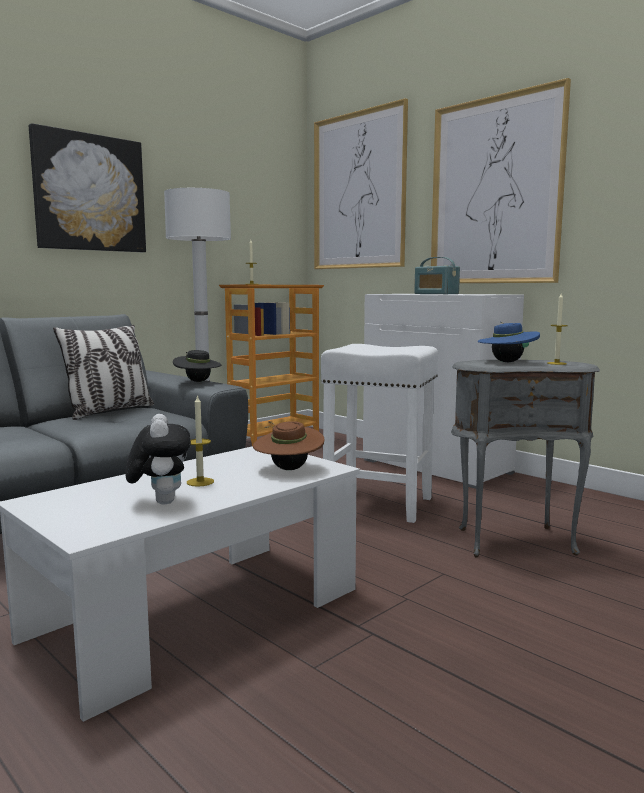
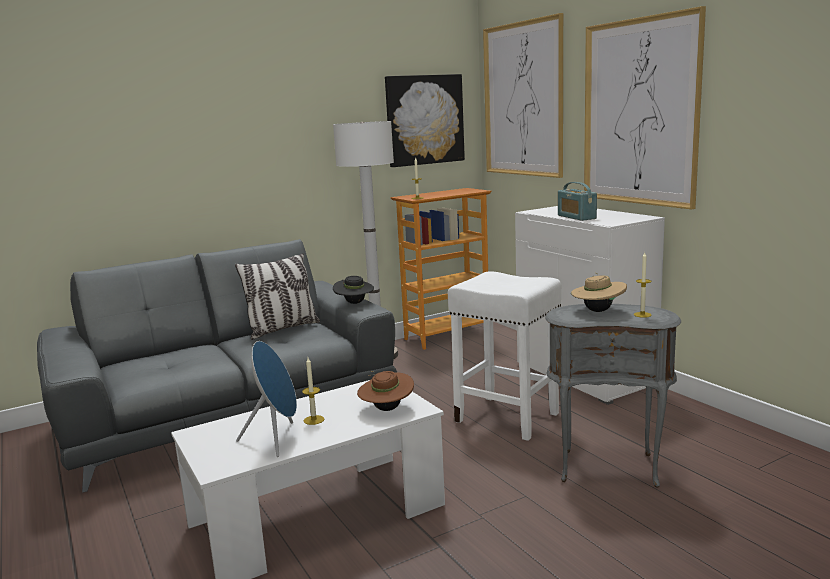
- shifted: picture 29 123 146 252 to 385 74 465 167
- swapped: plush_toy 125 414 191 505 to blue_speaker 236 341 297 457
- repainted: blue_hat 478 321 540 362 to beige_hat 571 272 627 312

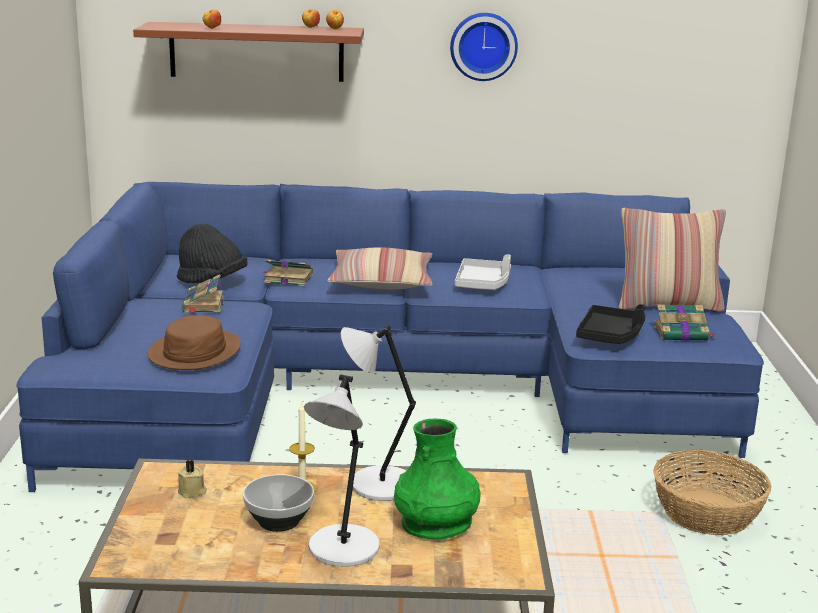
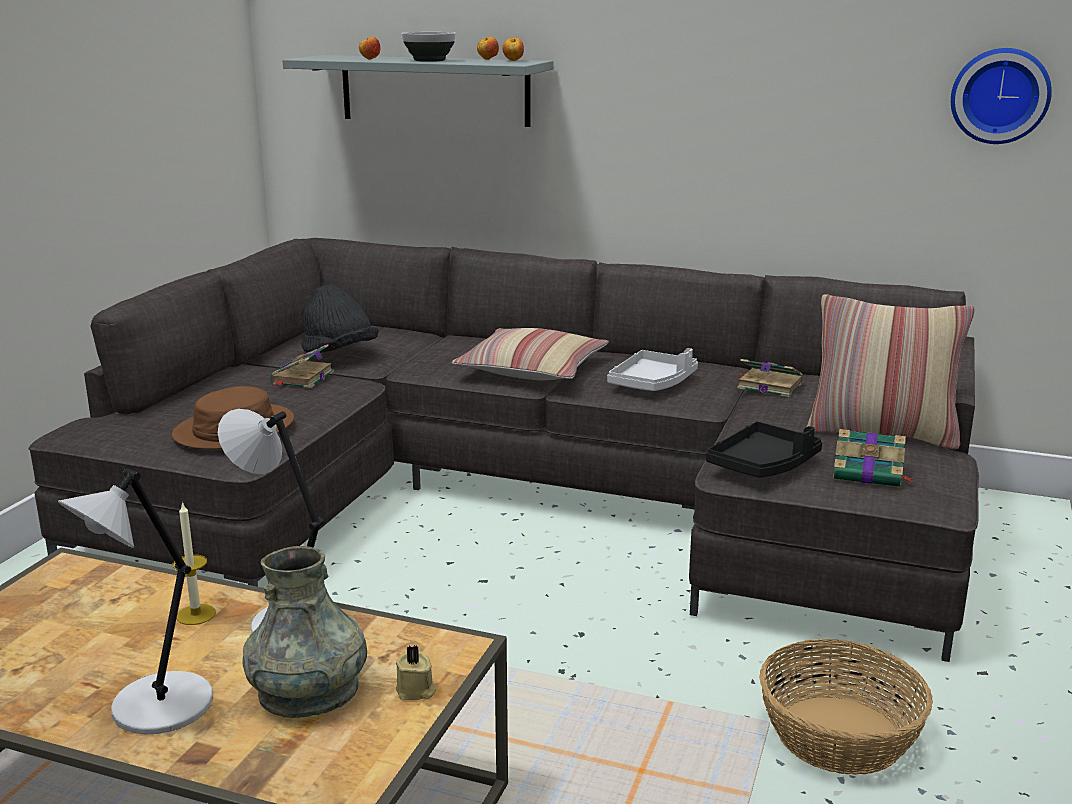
- repainted: blue_sofa 16 182 764 492 to grey_sofa 28 238 979 662
- repainted: brown_shelf 133 22 364 82 to grey_shelf 282 55 553 127
- shifted: beige_candle 178 460 207 498 to 396 645 436 700
- shifted: bowl 243 474 314 532 to 402 32 456 62
- shifted: book 263 259 313 286 to 737 359 802 397
- repainted: green_vase 394 419 481 540 to grey_vase 242 546 367 718
- shifted: wall_clock 450 13 518 81 to 951 48 1052 144

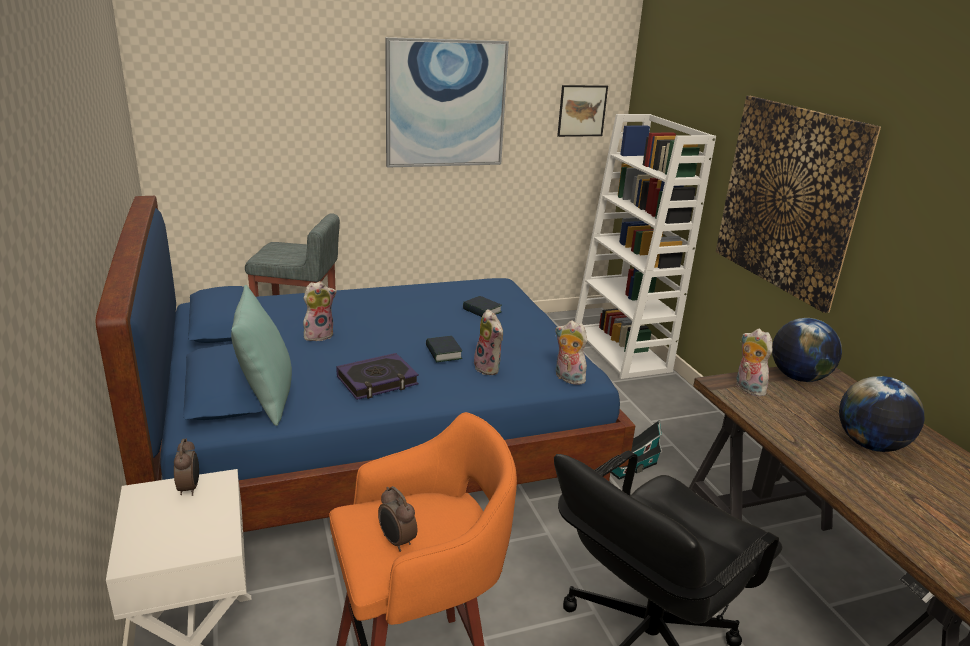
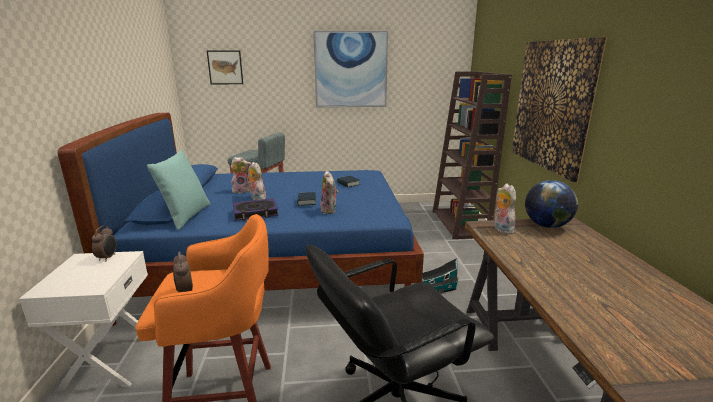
- shifted: plush_toy 555 320 587 385 to 248 162 266 200
- shifted: picture 557 85 608 137 to 206 50 243 84
- repainted: white_bookcase 575 114 716 379 to brown_bookcase 433 72 512 239
- gone: globe 839 376 924 452

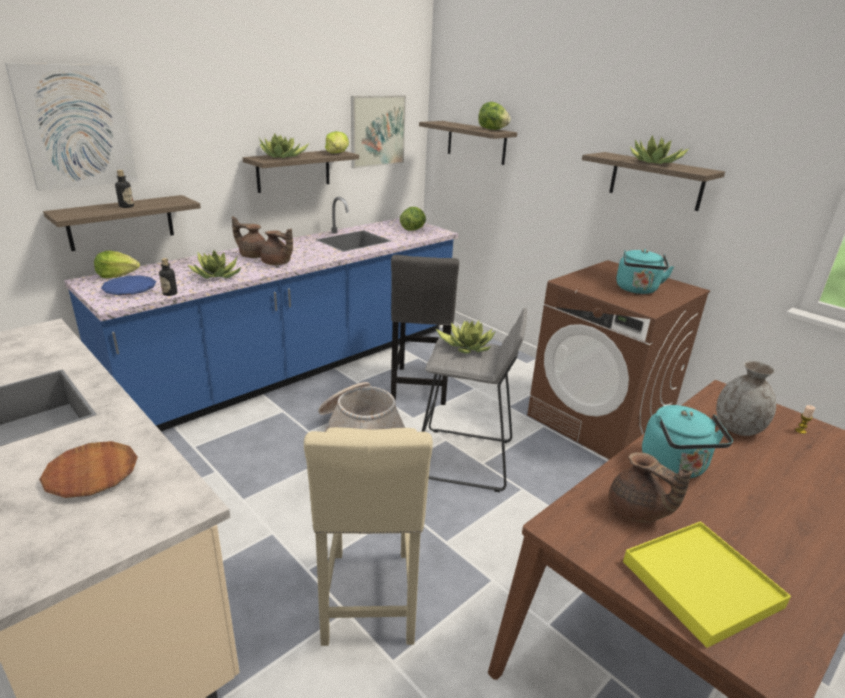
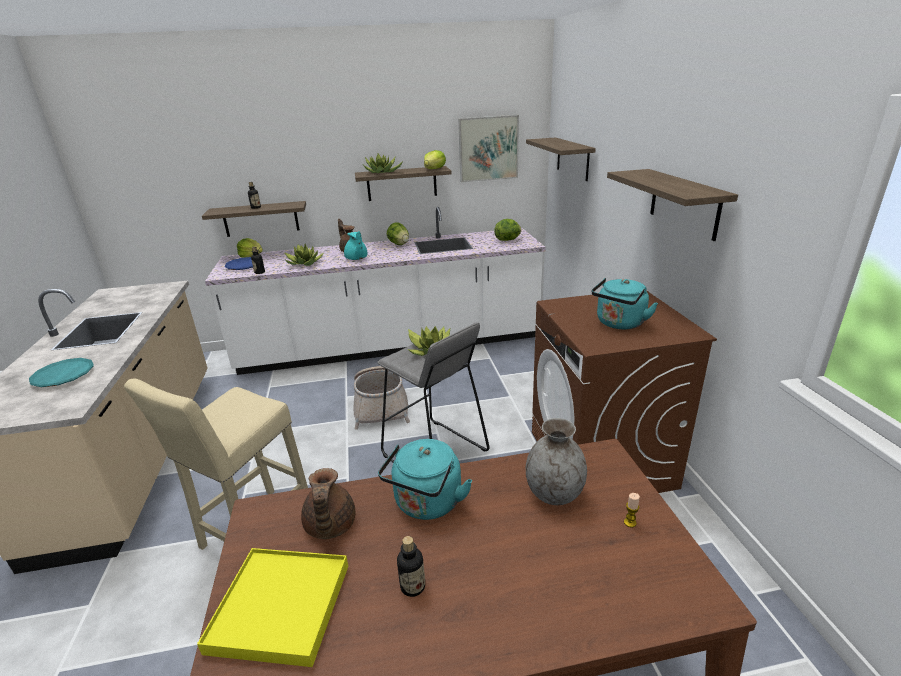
- gone: picture 5 63 138 191
- repainted: brown_plate 39 441 138 498 to turquoise_plate 29 358 94 387
- repainted: blue_counter 64 197 458 431 to white_counter 205 207 546 375
- repainted: brown_teapot 261 229 293 265 to turquoise_teapot 344 231 367 260
- gone: grey_stool 391 255 459 405
- shifted: lettuce 478 102 511 130 to 387 222 409 245
- gone: potted_plant 630 135 689 164
- new: bottle 397 536 425 597

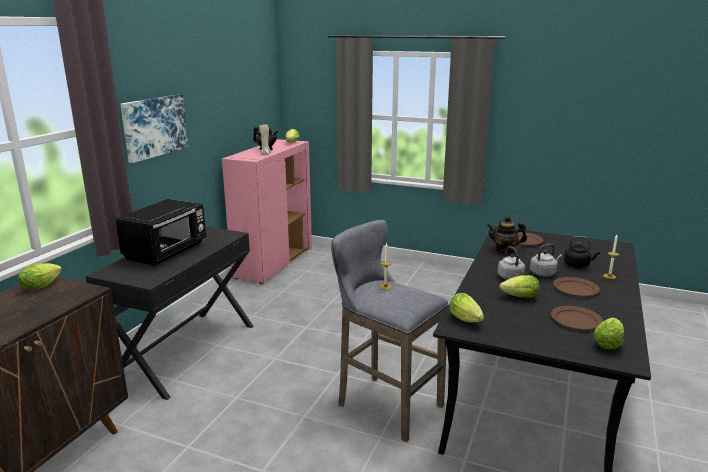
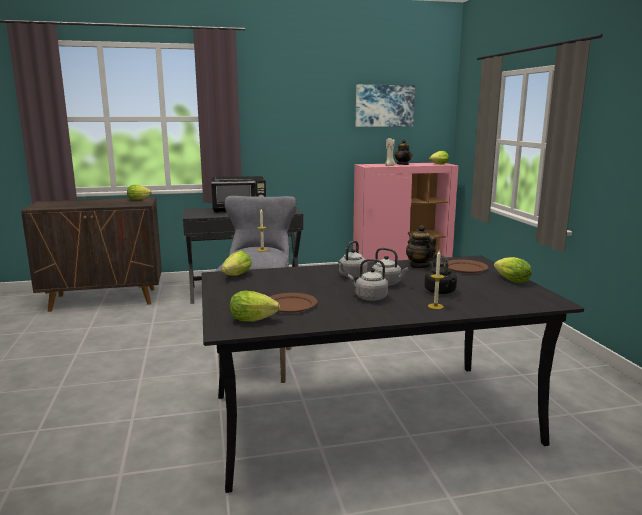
- shifted: picture 120 94 188 163 to 356 85 415 127
- shifted: lettuce 499 275 540 298 to 494 257 532 283
- swapped: brown_plate 553 277 600 296 to grey_kettle 348 259 388 301

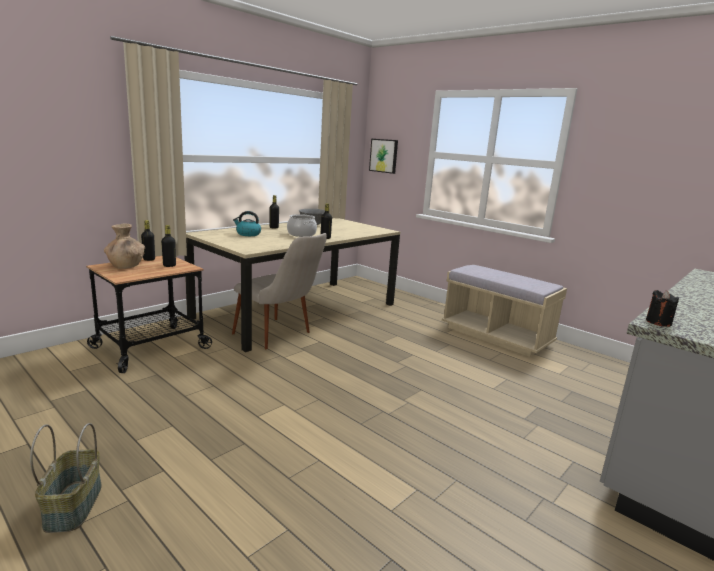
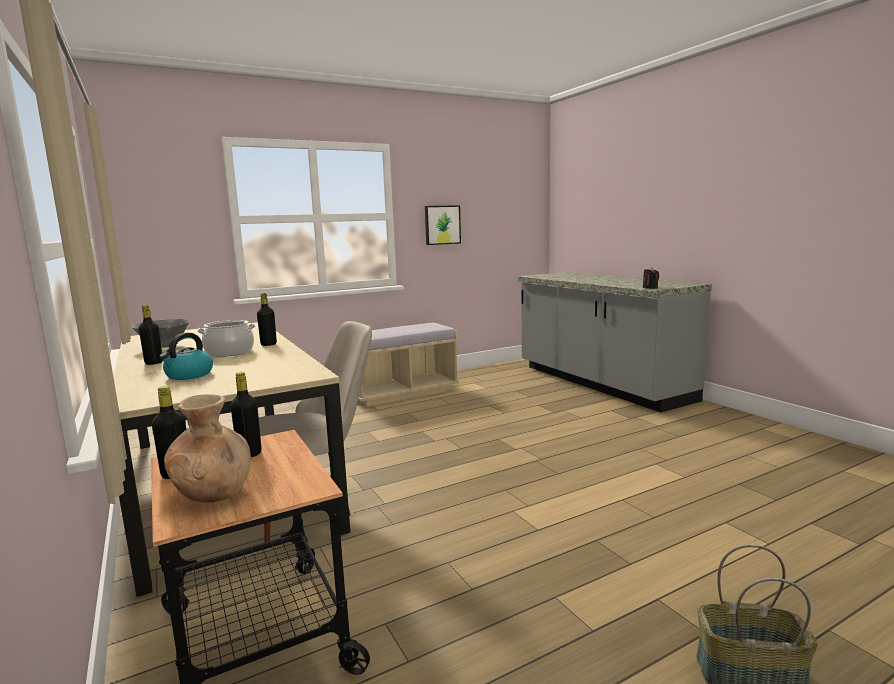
- shifted: picture 369 139 398 174 to 425 205 461 245

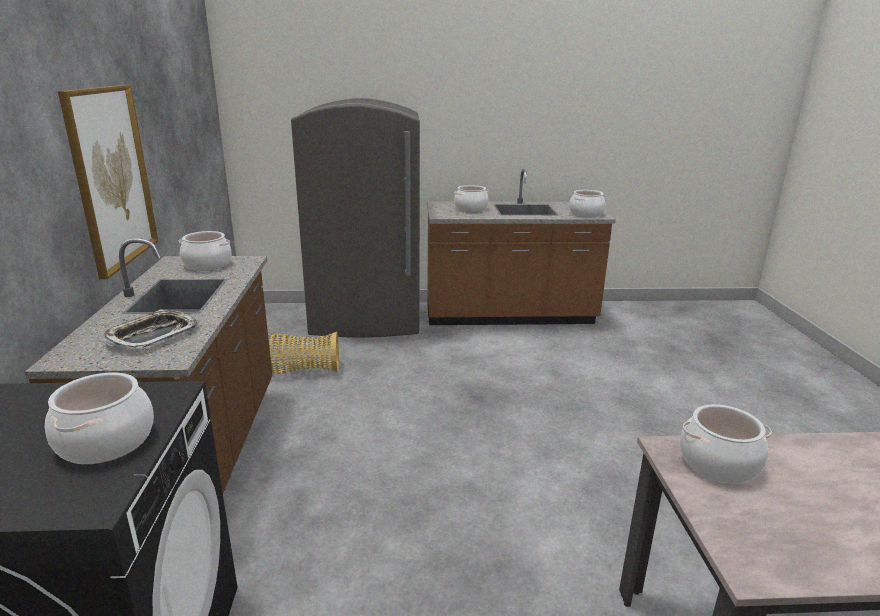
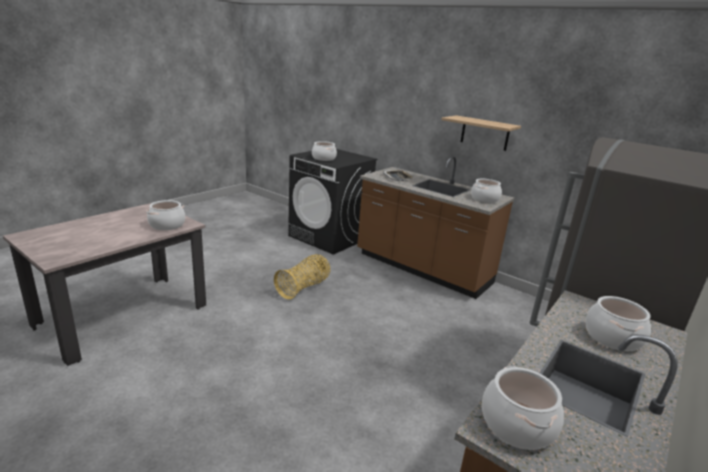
- swapped: picture 58 85 158 279 to shelf 442 115 521 151
- shifted: basket 268 332 339 374 to 274 254 330 300

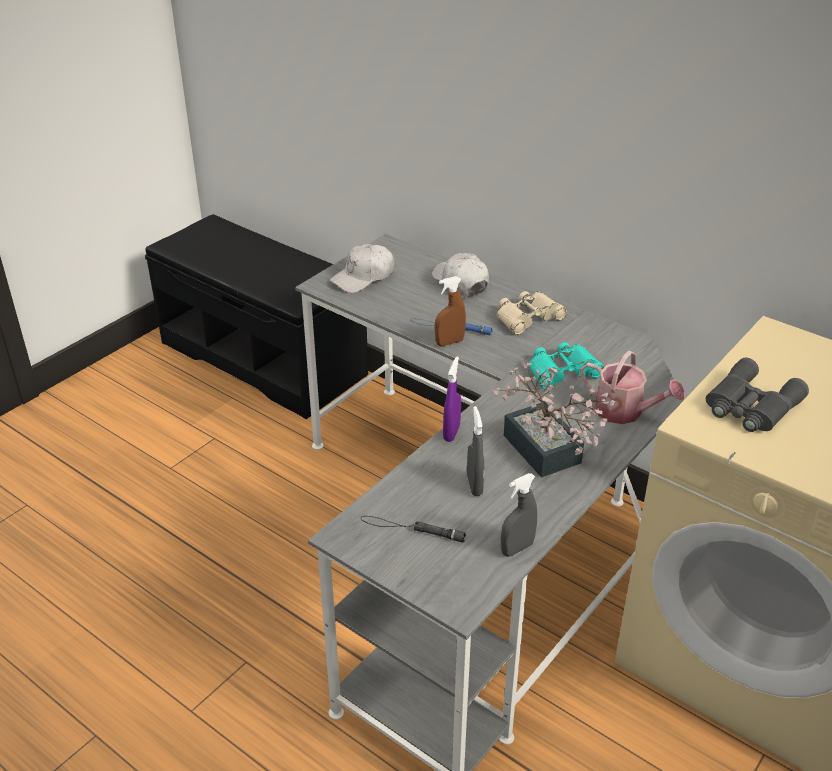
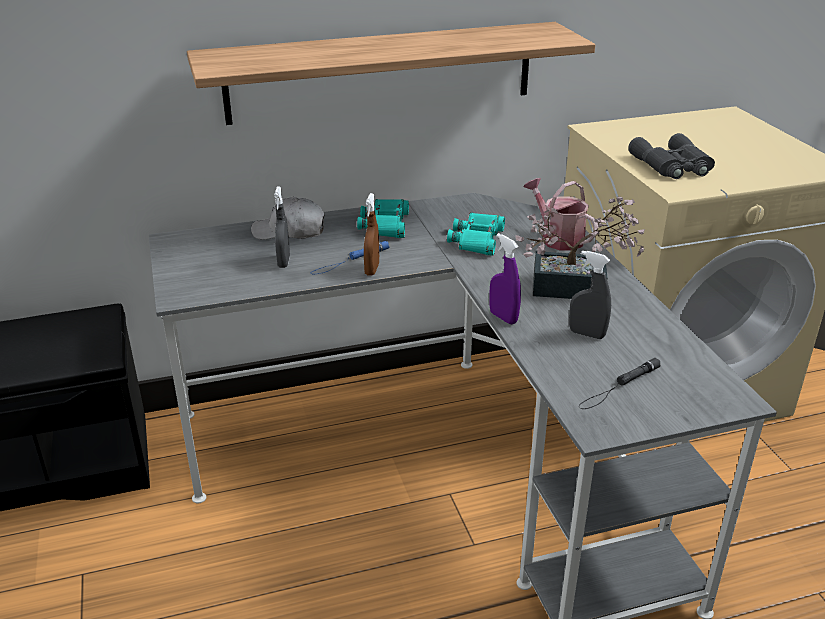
- gone: white_cap 330 244 394 293
- repainted: beige_binoculars 497 291 567 335 to turquoise_binoculars 357 199 409 238
- shifted: grey_spray_bottle 501 473 537 557 to 274 186 290 268
- rotated: watering_can 580 350 685 424 = 524 178 598 250 105 degrees counterclockwise
- new: shelf 187 22 595 125

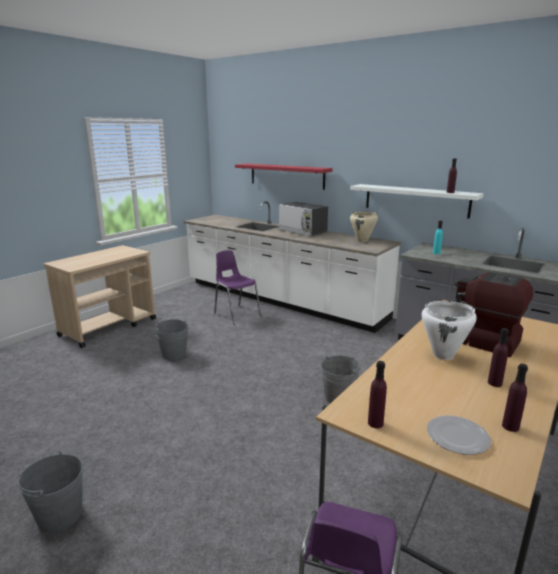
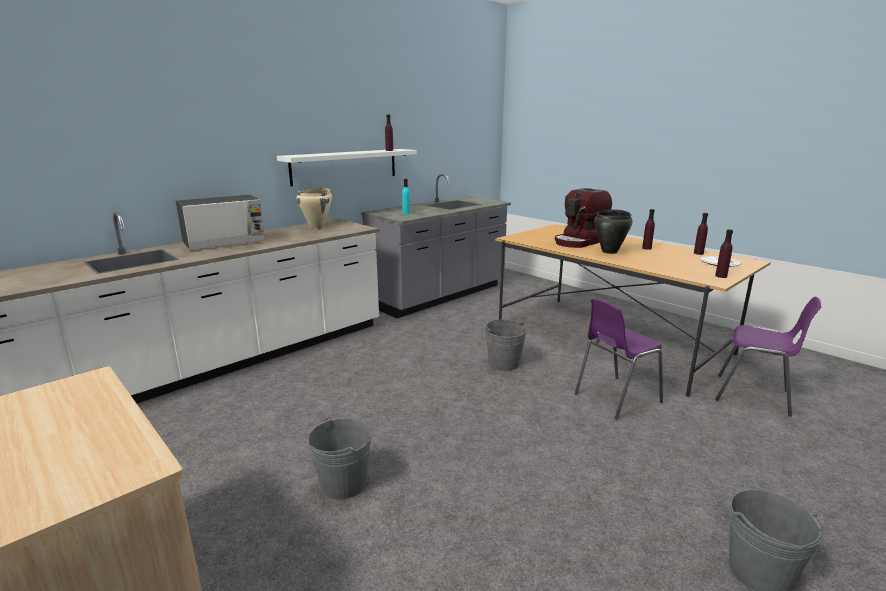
- shifted: purple_chair 214 250 262 325 to 575 298 663 420
- gone: red_shelf 235 163 332 190
- repainted: white_cooking_pot 422 301 477 360 to black_cooking_pot 594 209 633 254

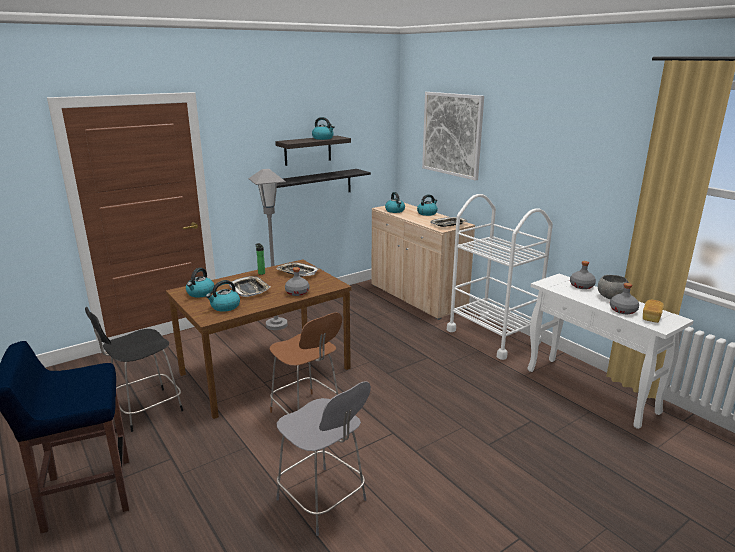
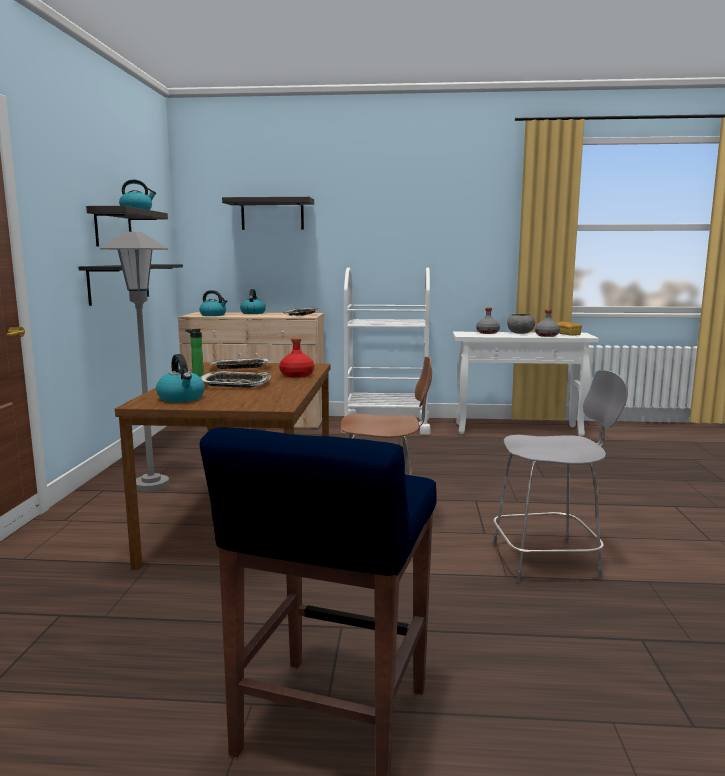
- gone: black_chair 85 307 183 432
- gone: kettle 206 280 240 312
- repainted: grey_bottle 285 267 310 296 to red_bottle 279 338 314 378
- swapped: picture 422 92 484 181 to shelf 222 197 314 230

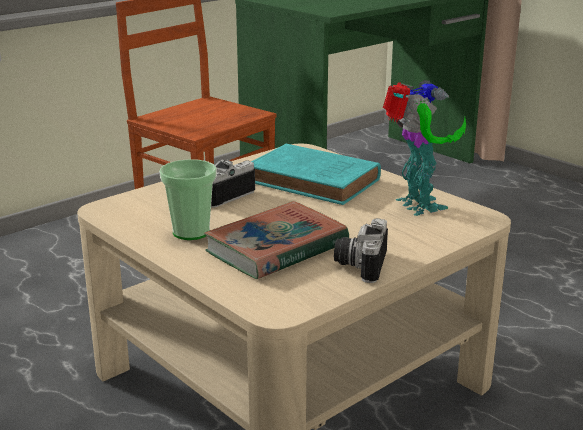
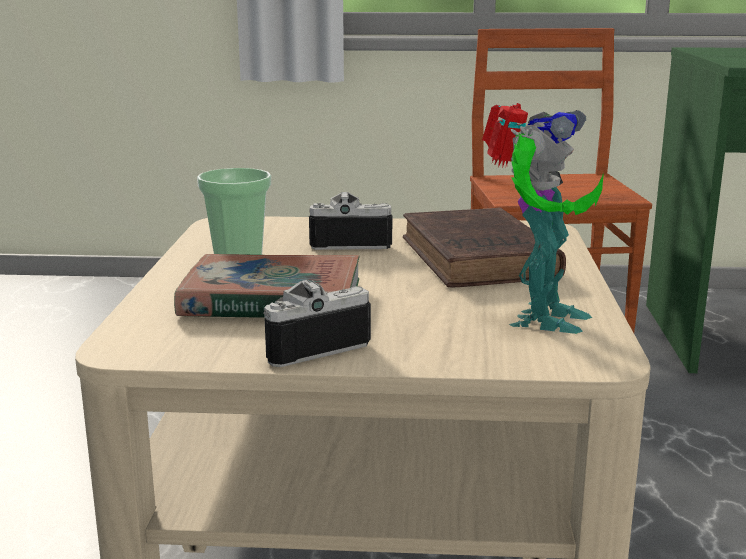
- repainted: turquoise_book 251 144 381 205 to brown_book 403 207 566 287

